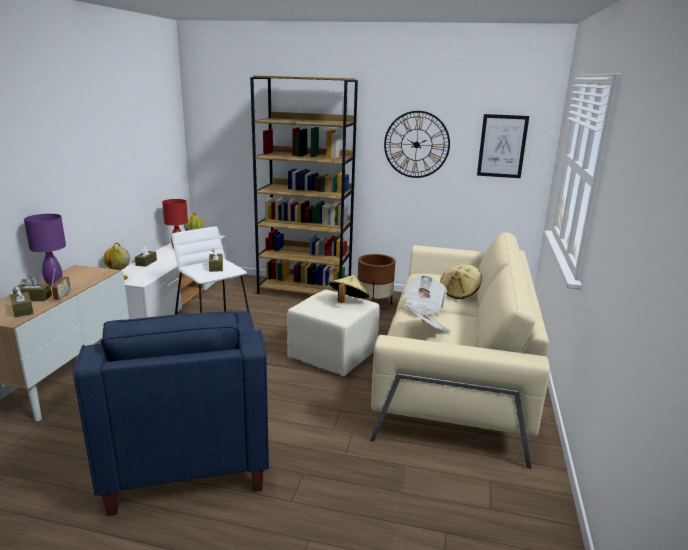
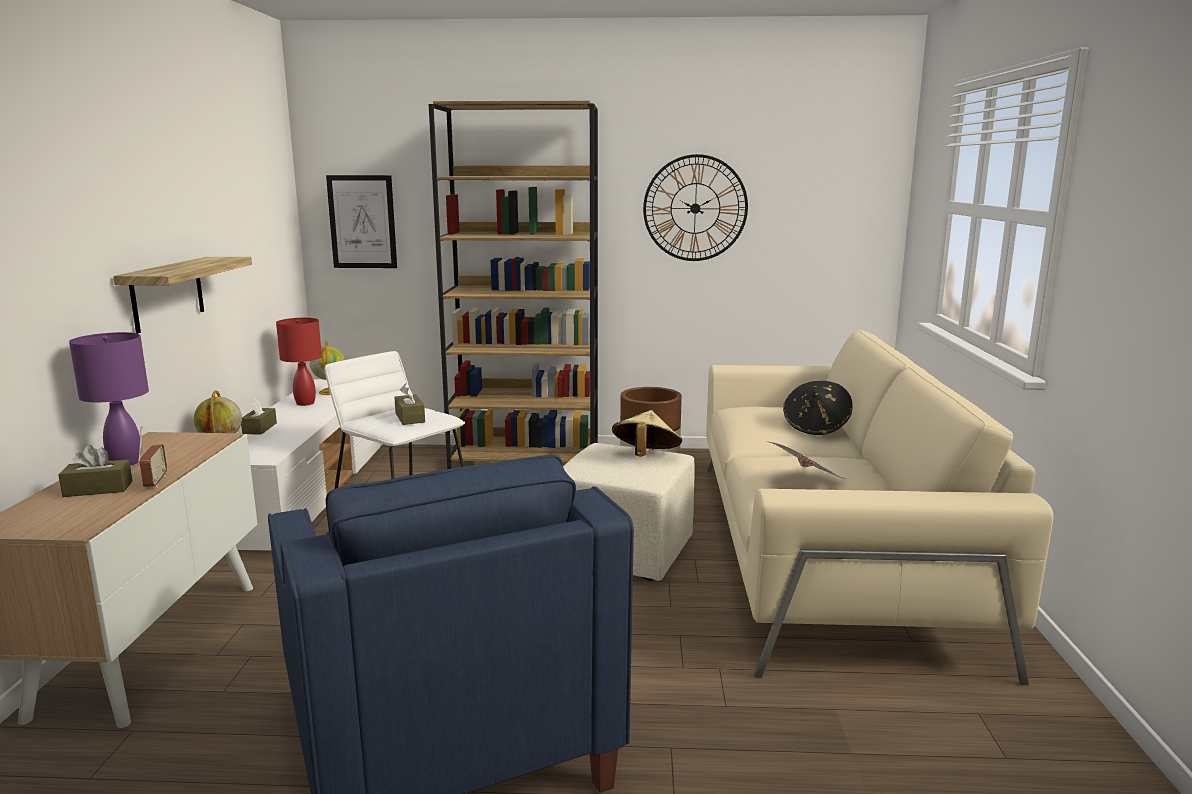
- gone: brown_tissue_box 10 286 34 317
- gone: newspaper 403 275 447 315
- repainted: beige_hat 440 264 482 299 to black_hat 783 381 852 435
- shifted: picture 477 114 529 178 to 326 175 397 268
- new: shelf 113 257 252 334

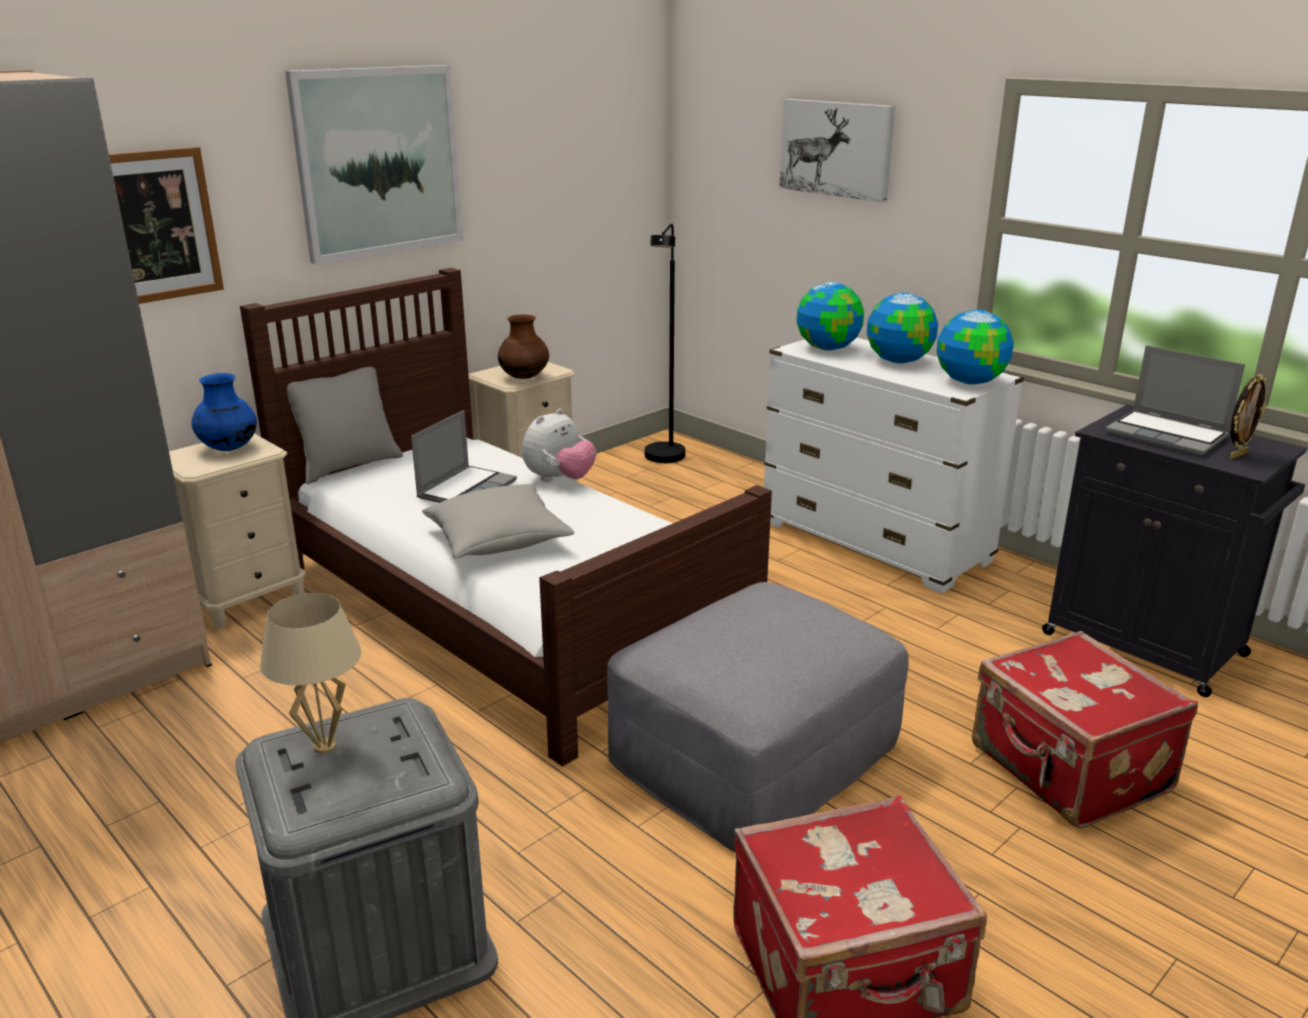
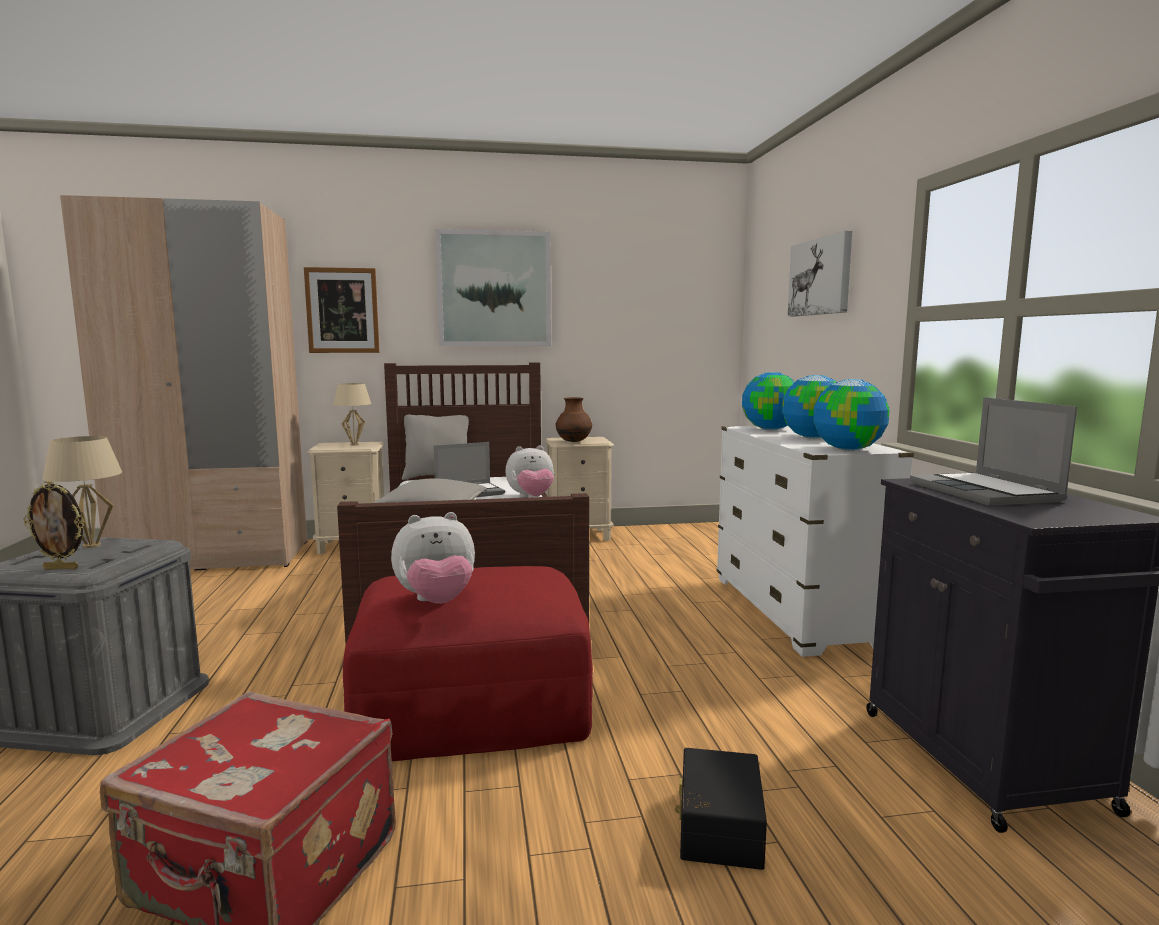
- swapped: blue_vase 191 373 257 451 to beige_table_lamp 333 383 371 446
- repainted: grey_ottoman 607 582 909 853 to red_ottoman 343 566 593 761
- gone: black_floor_lamp 645 224 685 463
- swapped: red_suitcase 972 631 1198 829 to black_storage_box 675 748 767 870
- shifted: picture_frame 1230 374 1266 459 to 23 481 85 569
- new: plush_toy 391 512 475 604

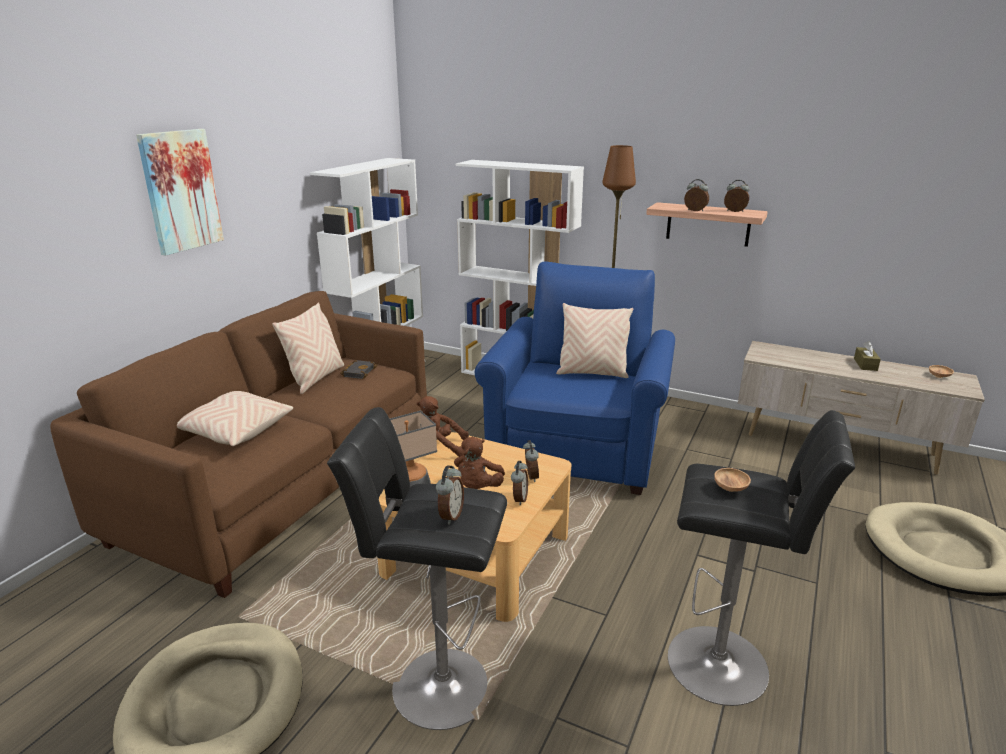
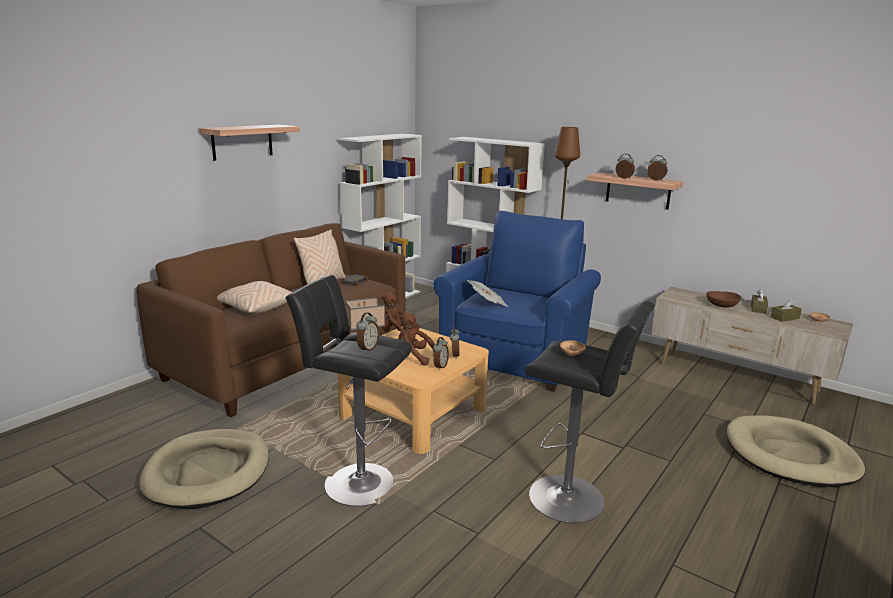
- swapped: picture 136 129 224 256 to shelf 199 125 300 161
- rotated: brown_plush_toy 454 437 505 489 = 398 313 435 365 90 degrees clockwise
- gone: beige_pillow 556 303 633 378
- new: newspaper 467 280 509 307
- new: brown_bowl 706 291 741 308
- new: brown_tissue_box 771 298 802 322

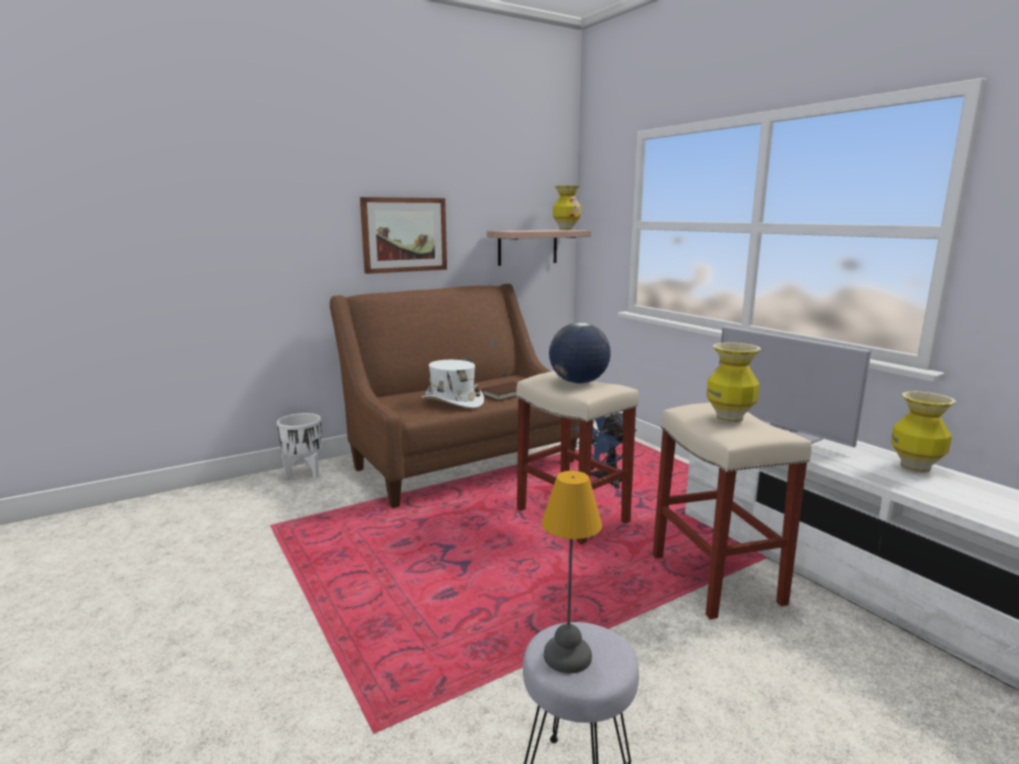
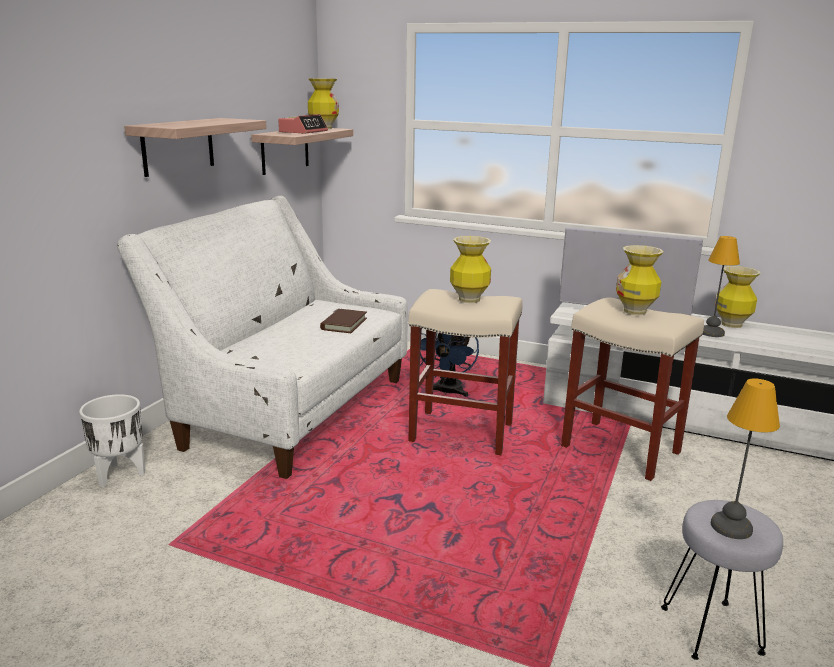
- repainted: brown_sofa 330 284 580 508 to white_sofa 117 196 408 479
- swapped: picture 360 197 447 274 to shelf 124 118 267 177
- gone: white_hat 421 360 484 408
- swapped: globe 549 322 611 384 to vase 450 236 491 303
- new: alarm_clock 278 114 328 134
- new: table_lamp 703 236 740 337

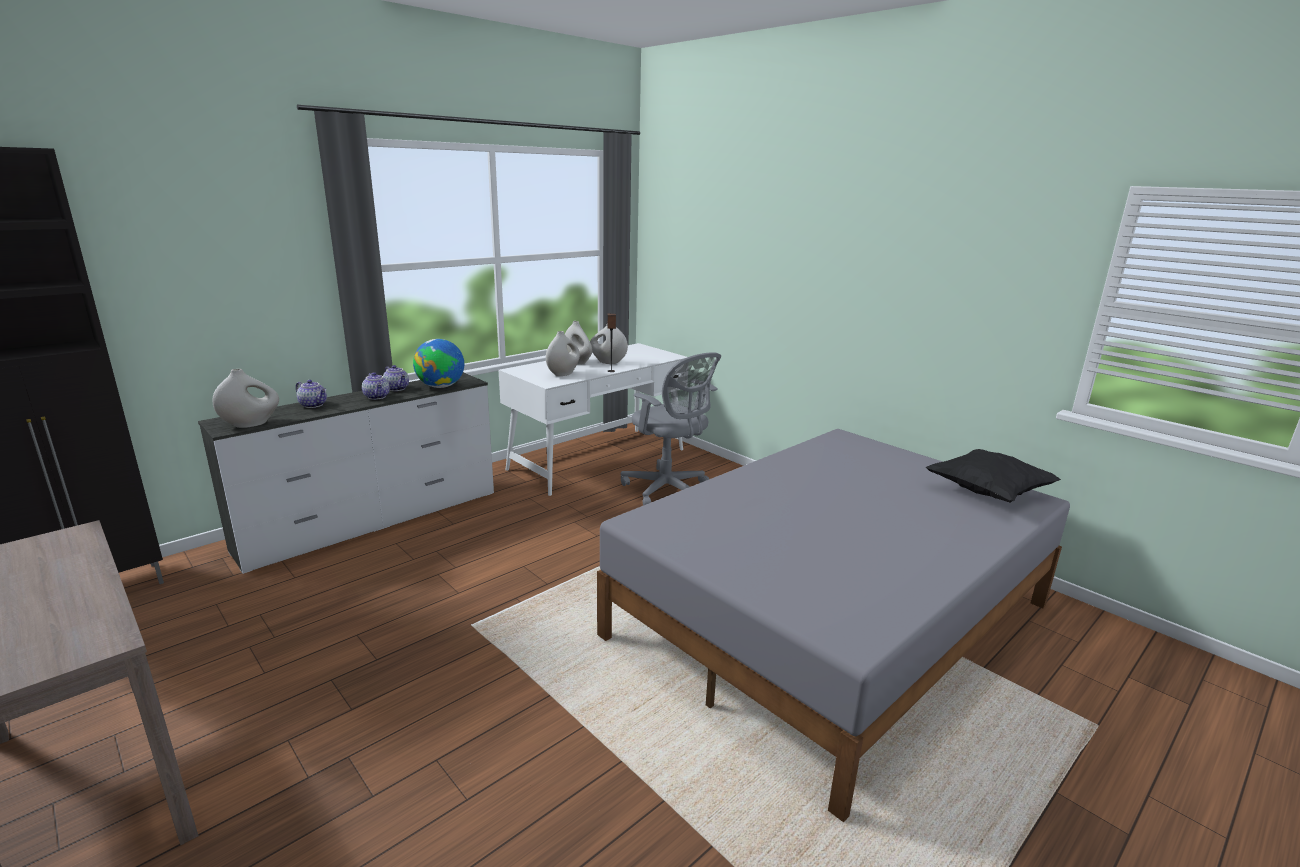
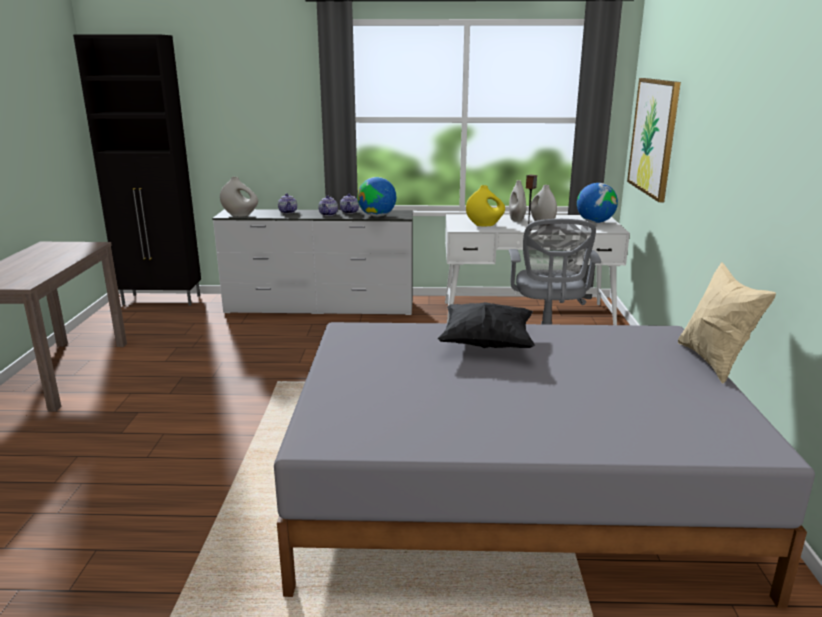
- repainted: white_vase 546 331 580 376 to yellow_vase 466 185 505 226
- shifted: black_pillow 926 449 1061 503 to 438 302 535 348
- new: globe 577 183 618 223
- new: picture 627 78 681 202
- new: beige_pillow 678 262 776 384

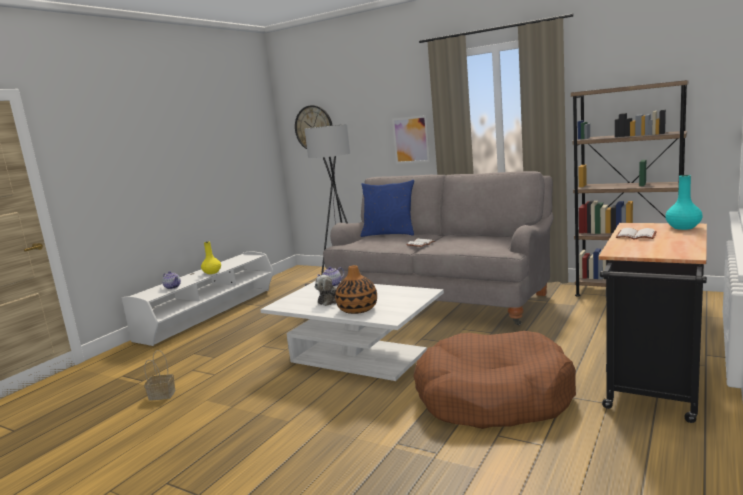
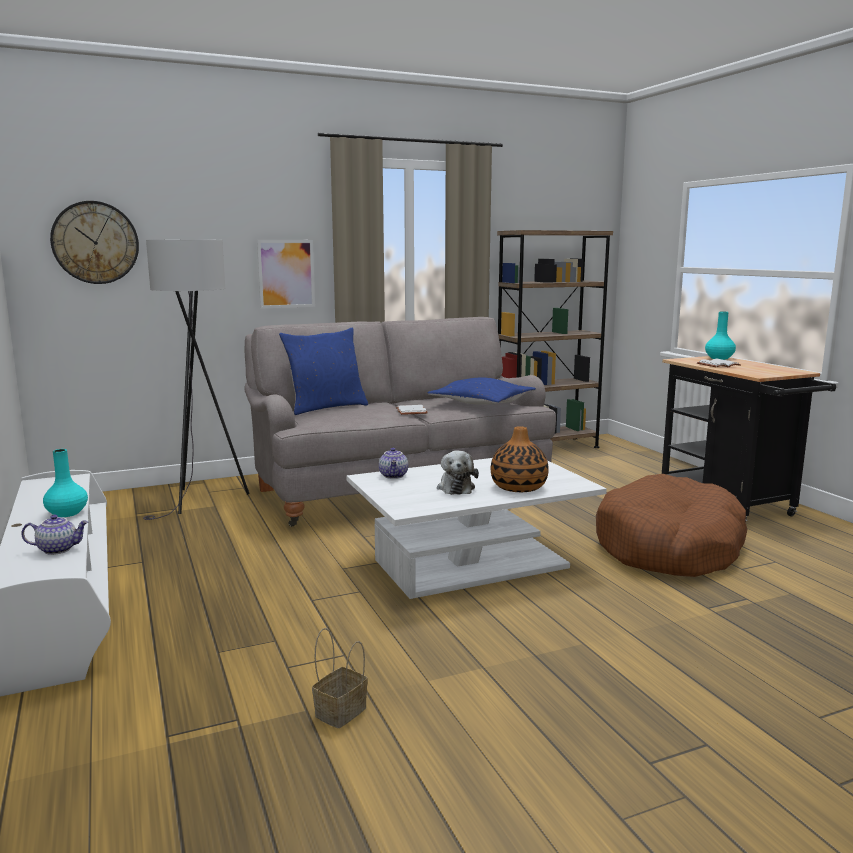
- repainted: yellow_vase 201 241 221 274 to turquoise_vase 43 449 88 517
- new: blue_pillow 428 377 536 405

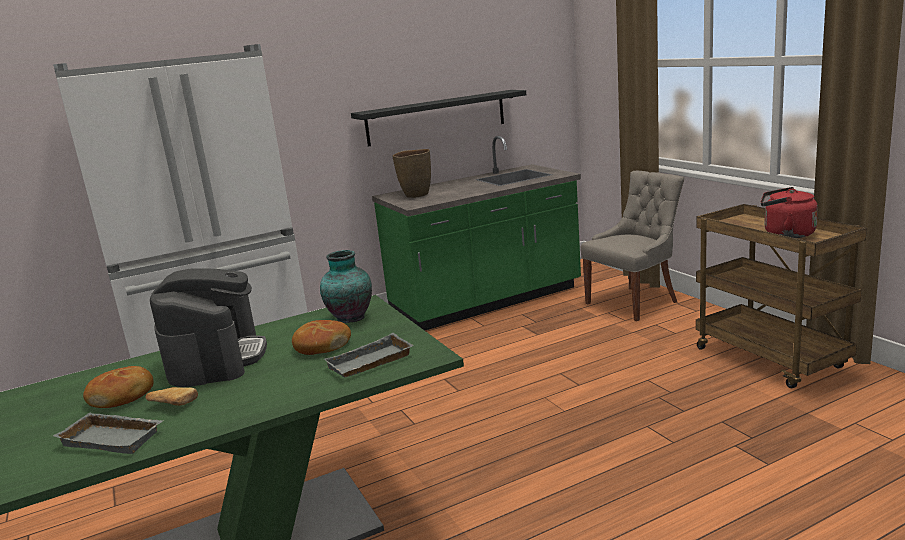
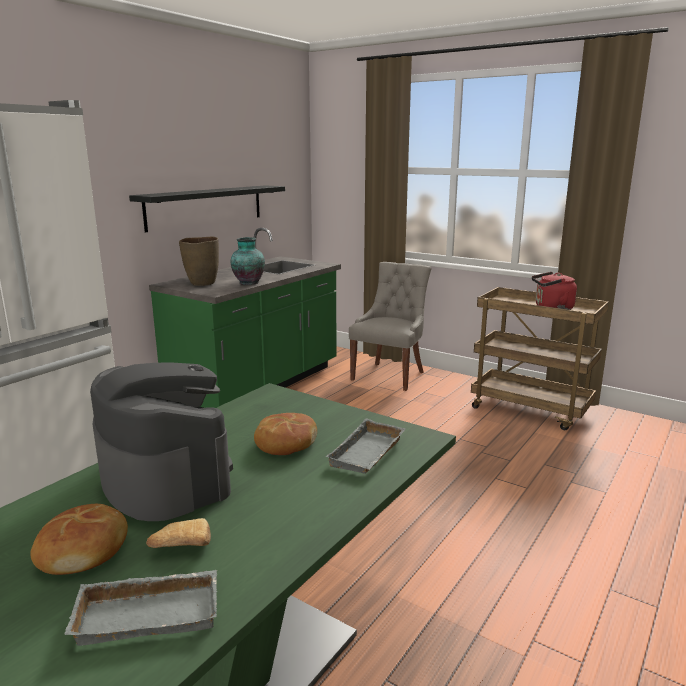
- shifted: vase 320 250 372 323 to 231 237 265 285

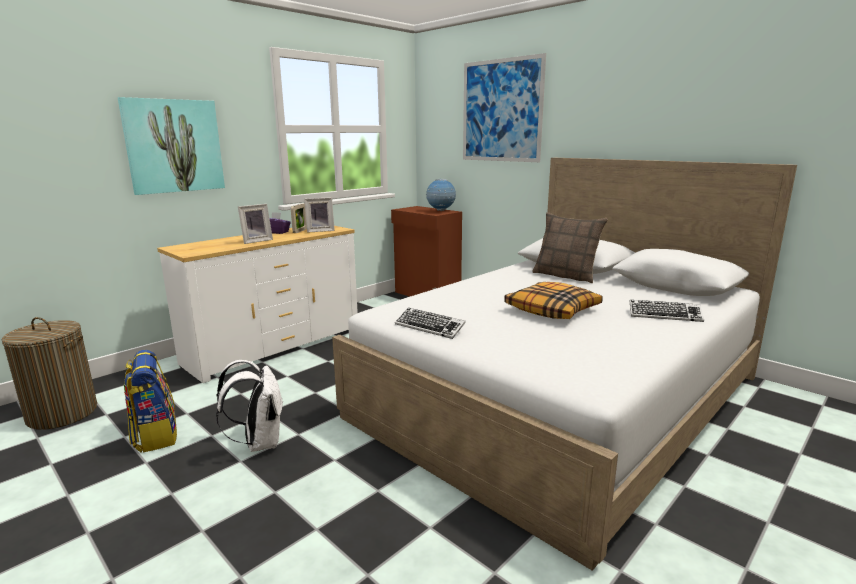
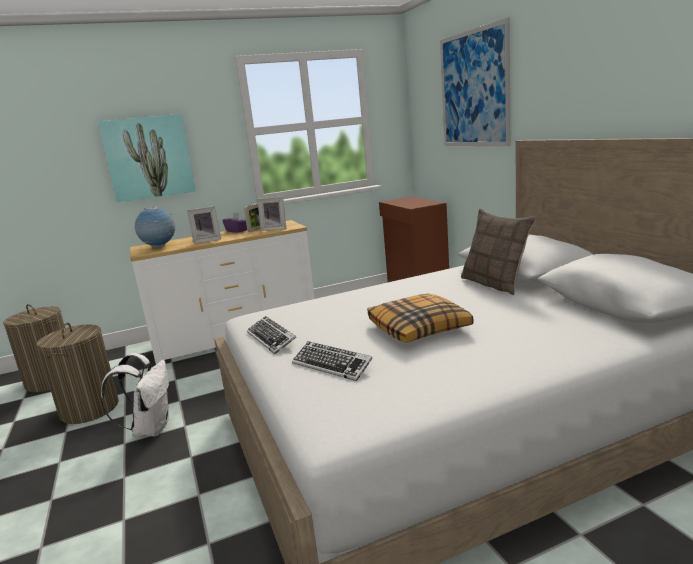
- swapped: backpack 124 350 177 452 to laundry_basket 37 323 119 424
- shifted: globe 426 179 456 211 to 135 206 175 248
- shifted: keyboard 630 300 704 322 to 292 341 373 381

